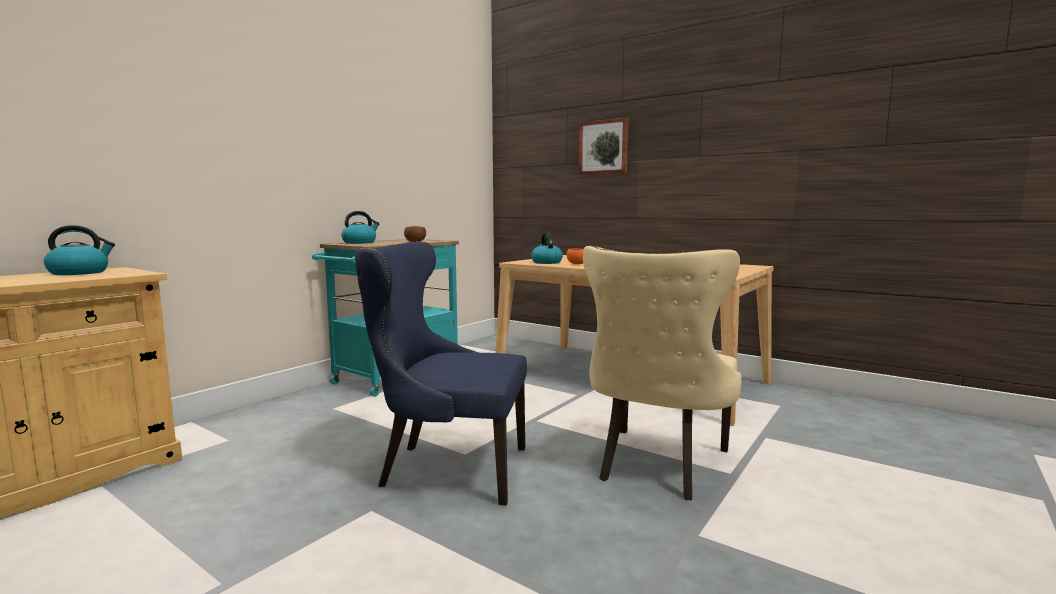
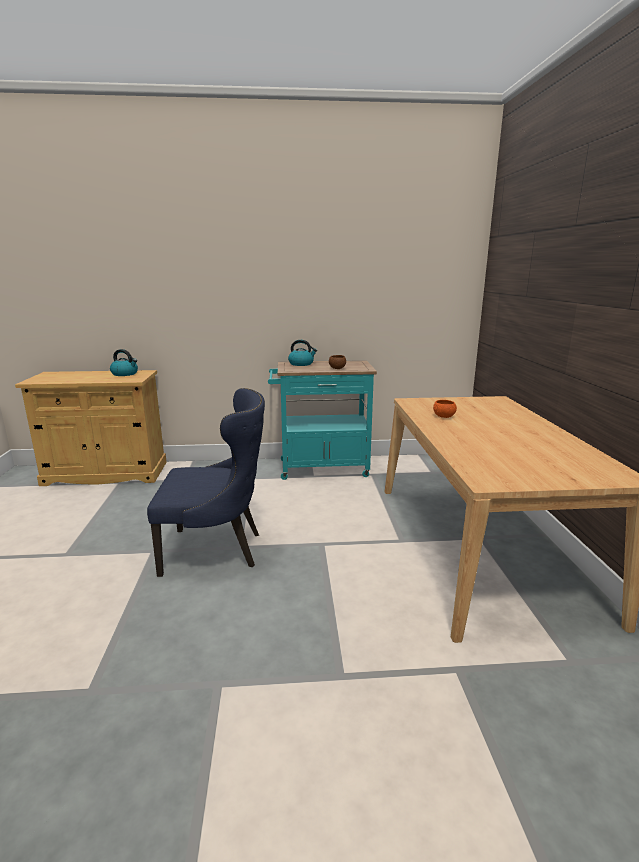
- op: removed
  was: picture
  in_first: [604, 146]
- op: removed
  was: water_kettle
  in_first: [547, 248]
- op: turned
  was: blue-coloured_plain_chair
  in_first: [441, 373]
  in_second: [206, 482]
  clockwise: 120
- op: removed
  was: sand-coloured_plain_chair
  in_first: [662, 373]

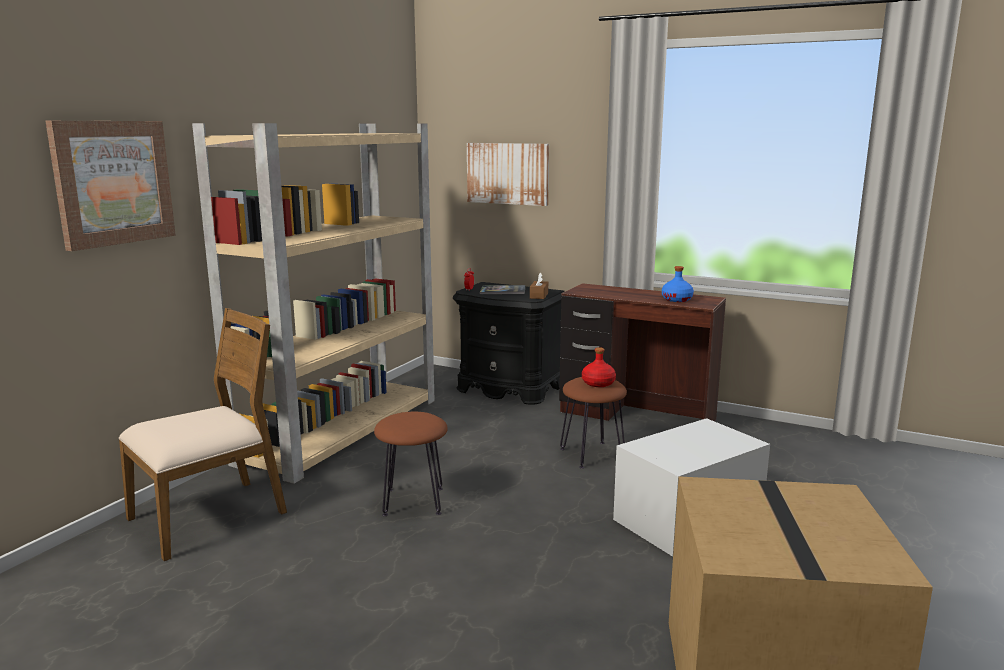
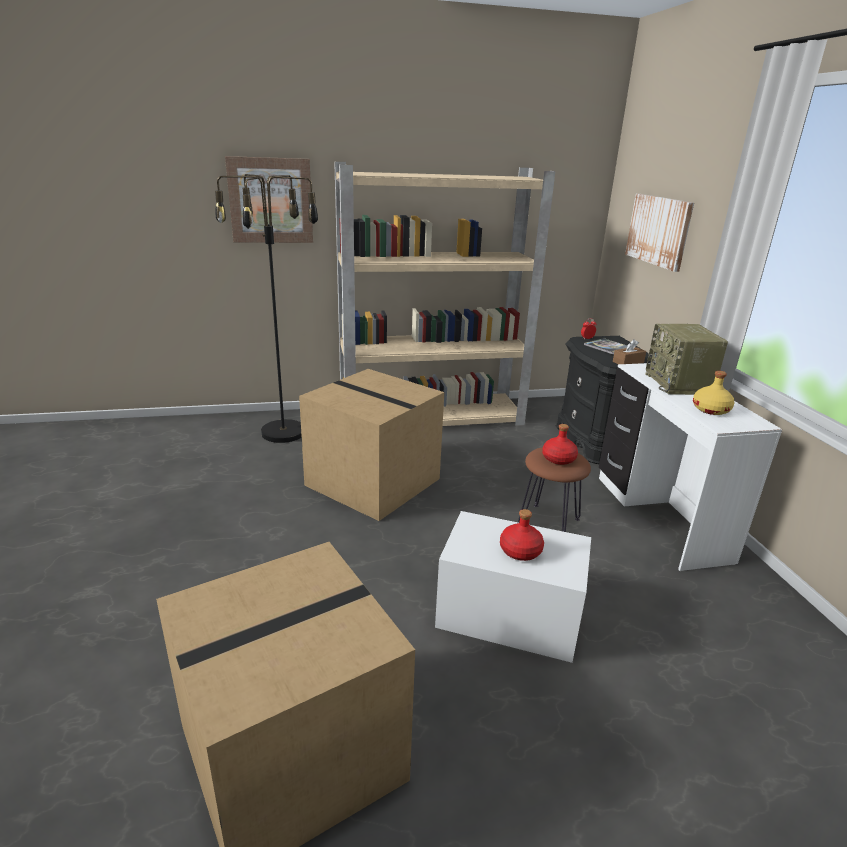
- op: recoloured
  was: blue-coloured_beverage_bottle
  now: yellowish_beverage_bottle
  in_first: [678, 284]
  in_second: [713, 393]
- op: recoloured
  was: brown-coloured_desk
  now: white_desk
  in_first: [642, 352]
  in_second: [690, 467]
- op: replaced
  was: brown-coloured_plain_chair
  now: standard_lamp
  in_first: [202, 434]
  in_second: [266, 308]
- op: replaced
  was: brown-coloured_stool_seat
  now: packing_box
  in_first: [411, 464]
  in_second: [371, 445]
- op: added
  now: radio_set
  in_second: [686, 359]
- op: added
  now: red-coloured_beverage_bottle
  in_second: [522, 535]

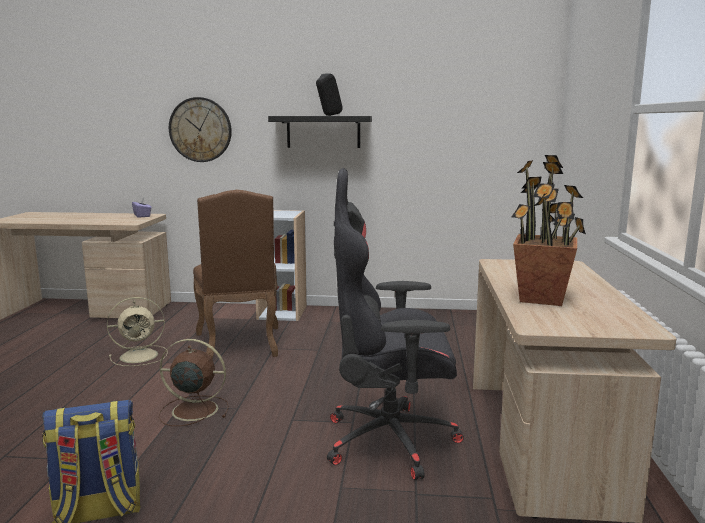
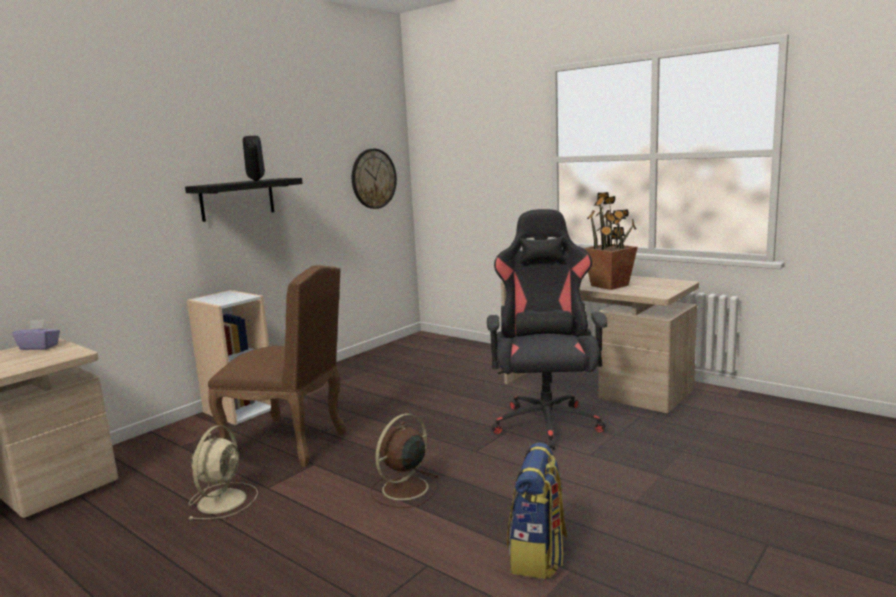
- op: moved
  was: hanging_clock
  in_first: [200, 129]
  in_second: [374, 179]
- op: turned
  was: blackish_desk_chair
  in_first: [395, 324]
  in_second: [547, 329]
  clockwise: 150

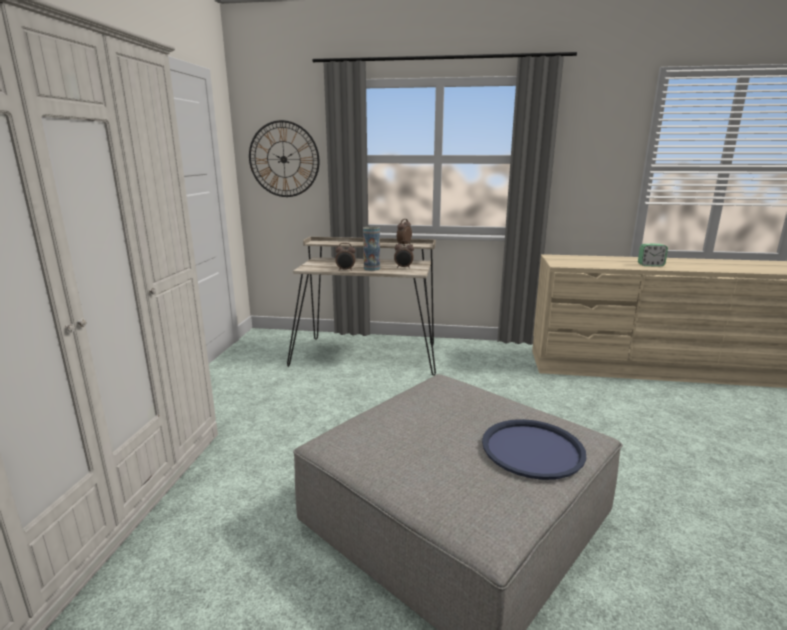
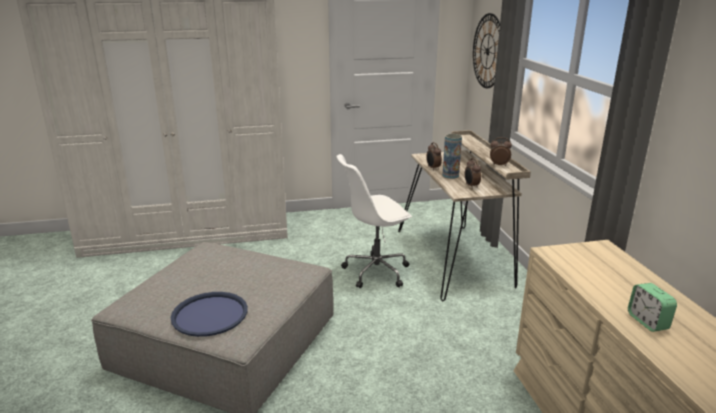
- op: added
  now: white_desk_chair
  in_second: [374, 221]

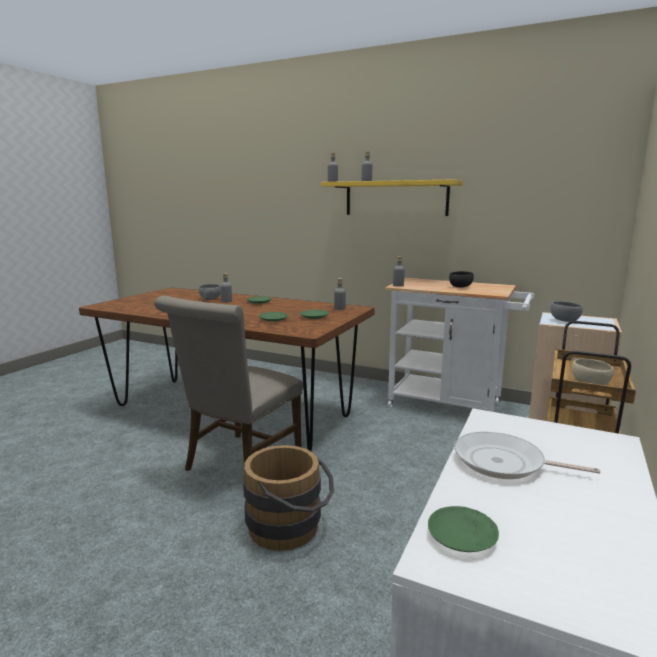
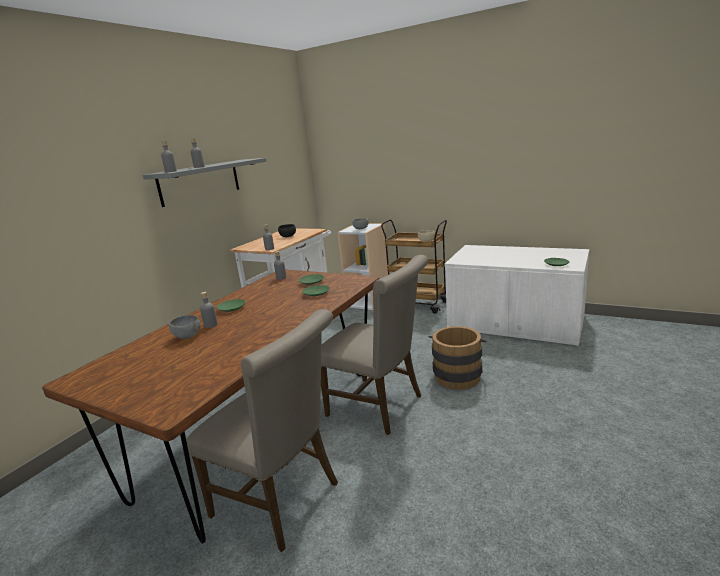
- op: recoloured
  was: yellowish_shelf
  now: gray_shelf
  in_first: [392, 197]
  in_second: [205, 182]
- op: removed
  was: pan
  in_first: [527, 455]
- op: added
  now: sand-coloured_plain_chair
  in_second: [262, 430]

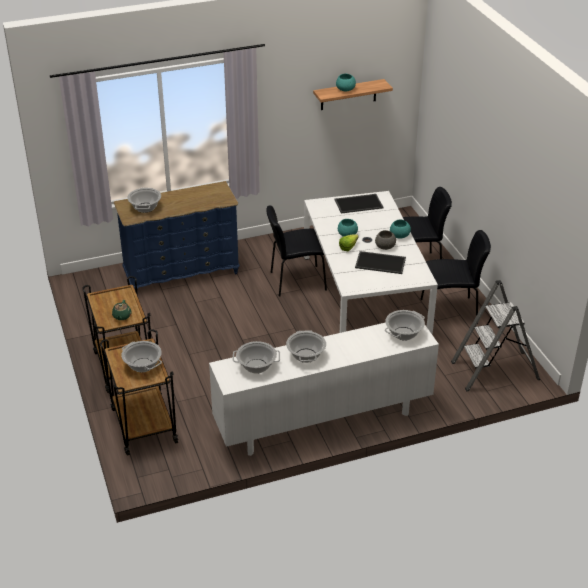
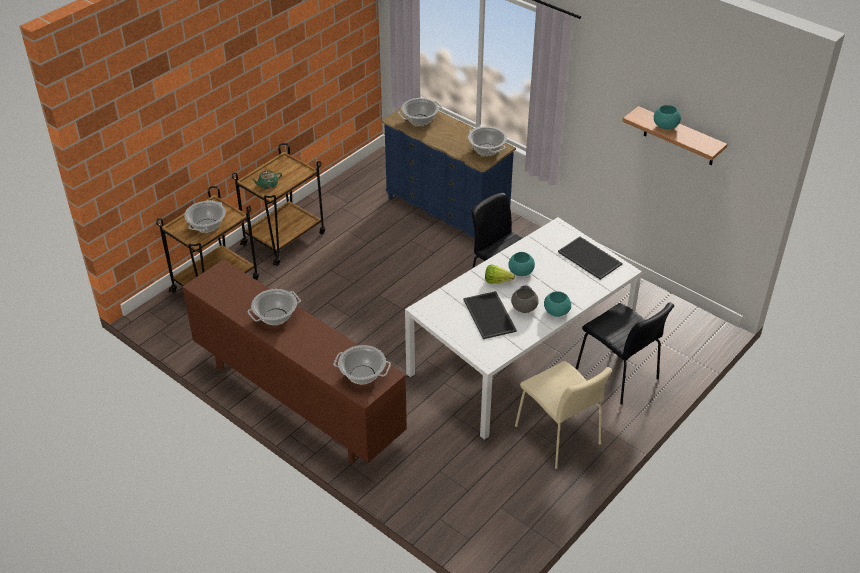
- op: recoloured
  was: blackish_plain_chair
  now: sand-coloured_plain_chair
  in_first: [455, 277]
  in_second: [563, 415]
- op: removed
  was: gray_stepladder
  in_first: [496, 335]
- op: recoloured
  was: white_cupboard
  now: brown-coloured_cupboard
  in_first: [324, 389]
  in_second: [294, 361]
- op: moved
  was: cooking_pot
  in_first: [256, 357]
  in_second: [487, 141]

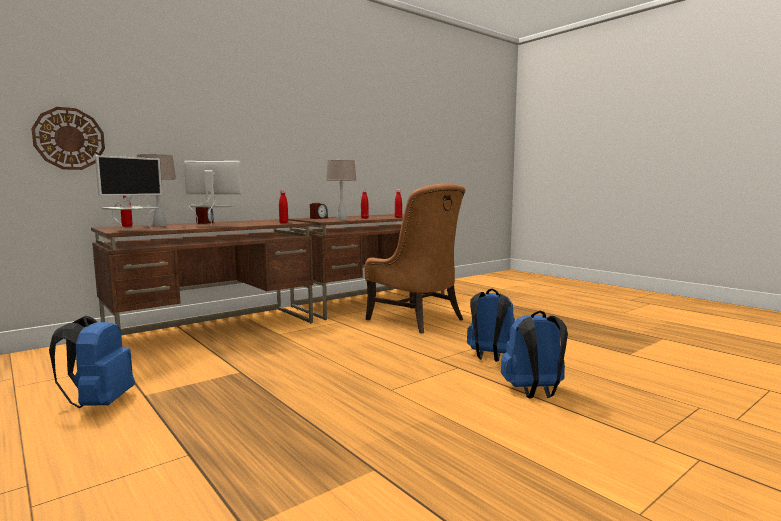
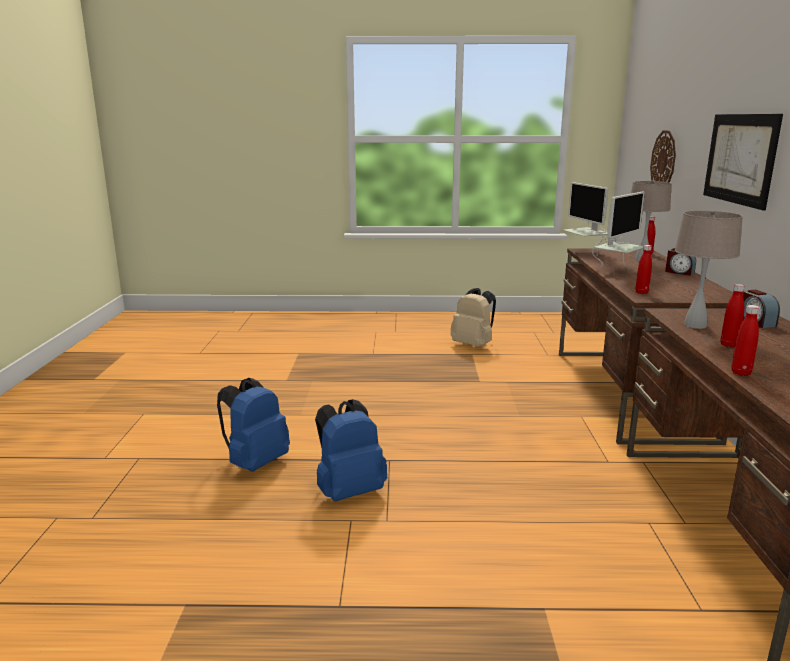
- op: removed
  was: brown-coloured_plain_chair
  in_first: [415, 259]
- op: recoloured
  was: blue-coloured_backpack
  now: sand-coloured_backpack
  in_first: [92, 362]
  in_second: [473, 317]
- op: added
  now: picture
  in_second: [743, 162]

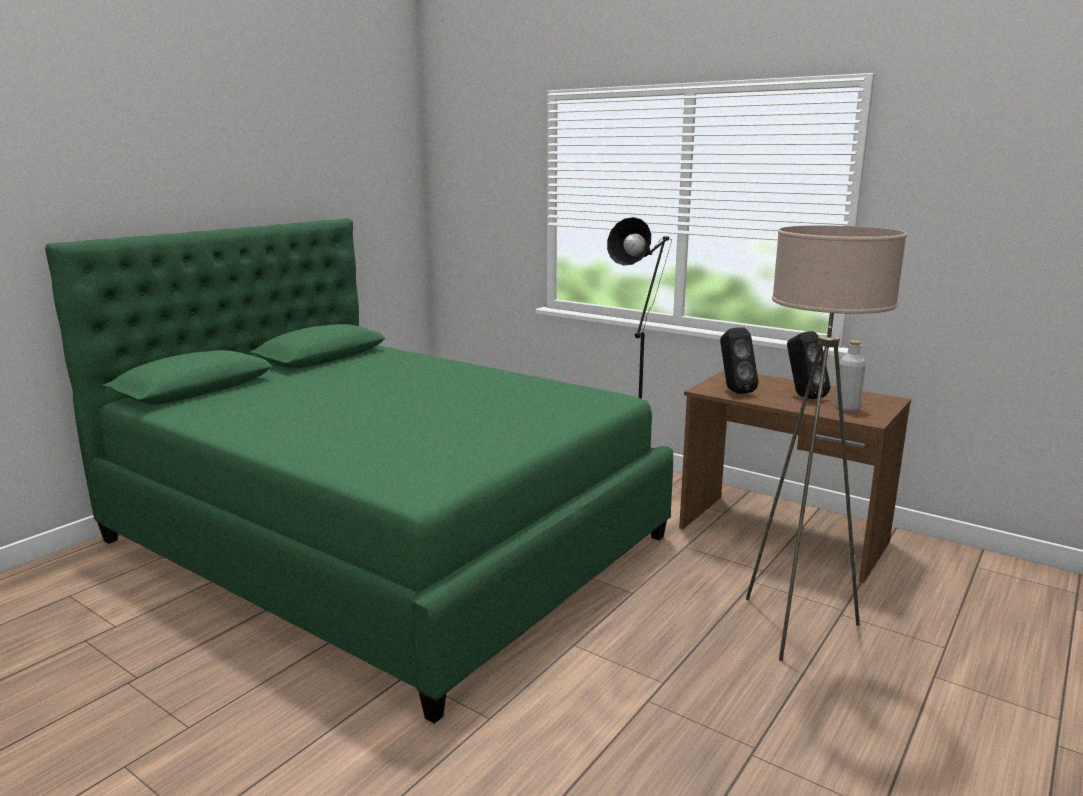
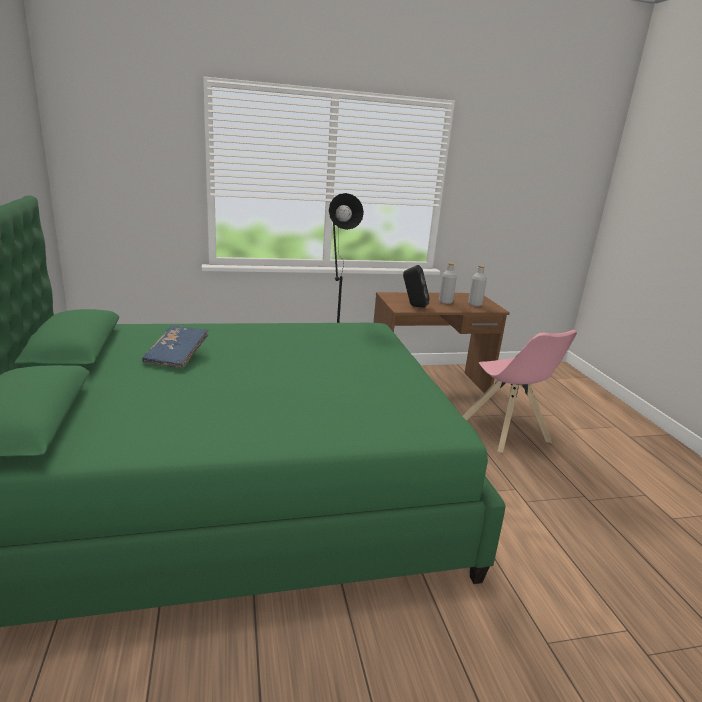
- op: replaced
  was: sand-coloured_standard_lamp
  now: pink_plain_chair
  in_first: [826, 443]
  in_second: [520, 391]
- op: replaced
  was: blackish_audio_speaker
  now: gray_beverage_bottle
  in_first: [808, 365]
  in_second: [448, 283]
- op: added
  now: blue-coloured_book
  in_second: [175, 347]

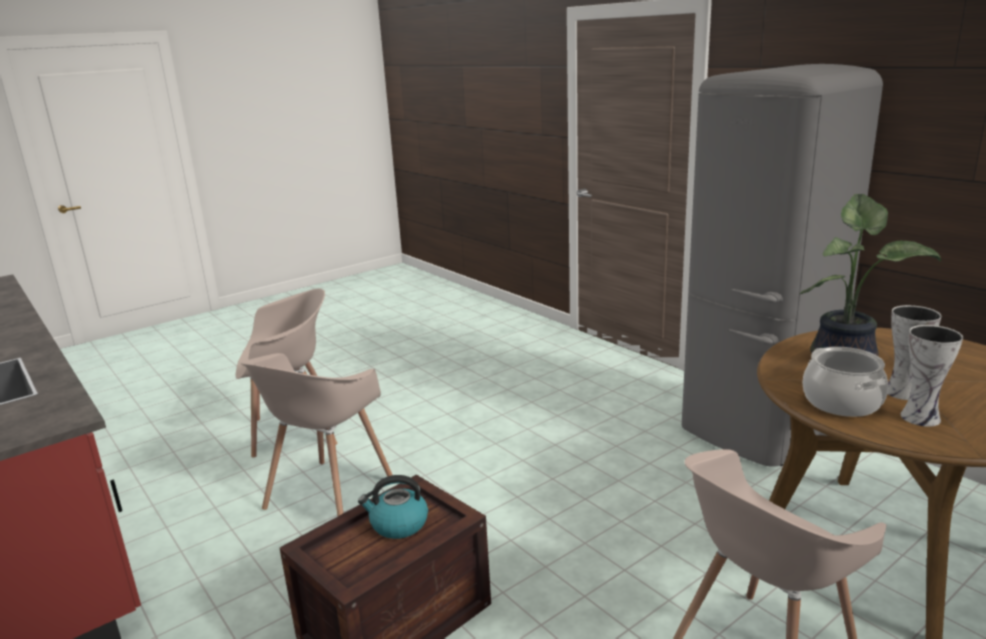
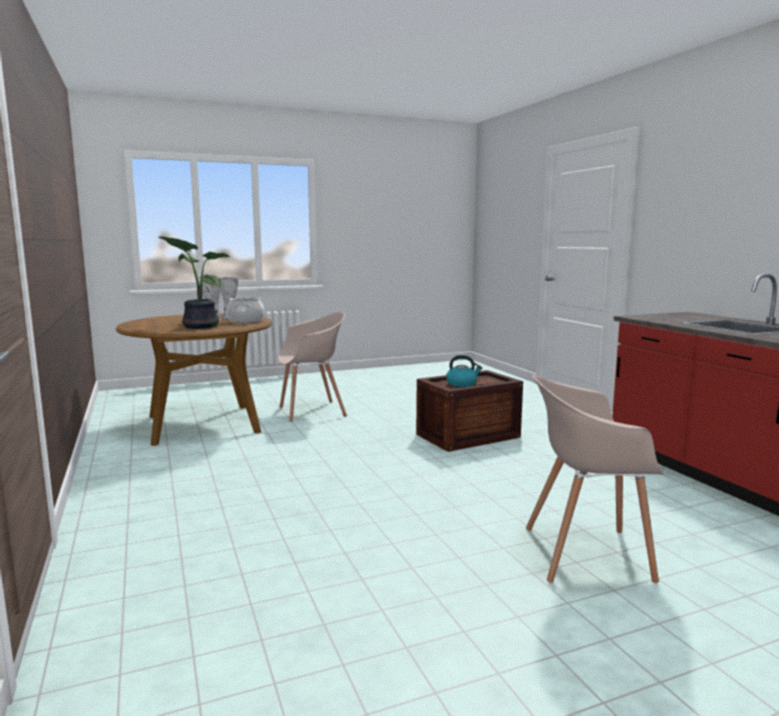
- op: removed
  was: gray_fridge
  in_first: [782, 265]
- op: removed
  was: sand-coloured_plain_chair
  in_first: [316, 434]

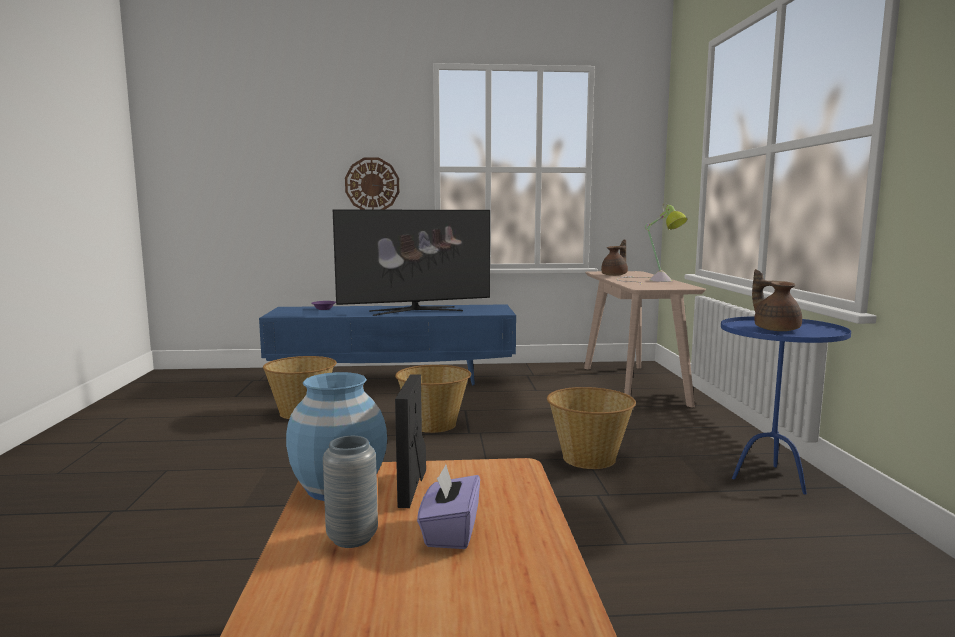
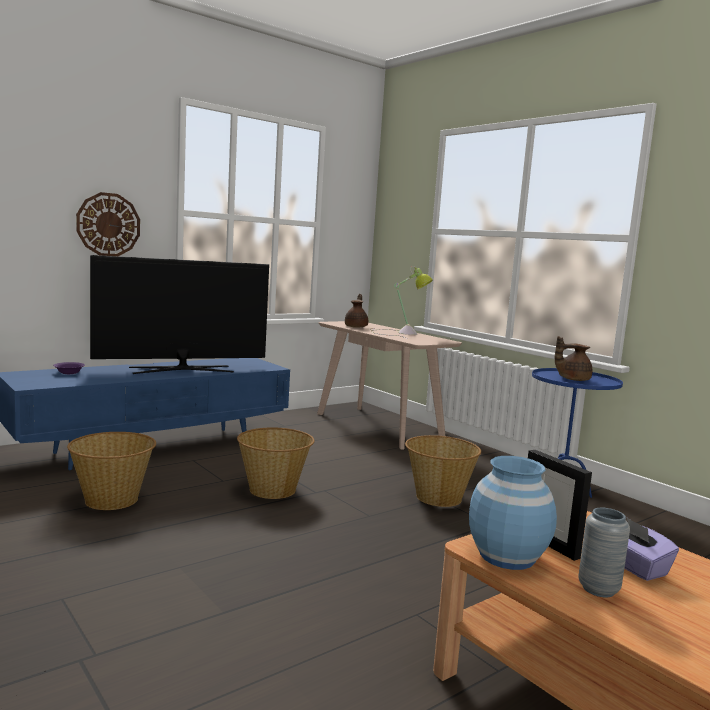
- op: turned
  was: television
  in_first: [411, 262]
  in_second: [179, 314]
  clockwise: -150
- op: turned
  was: brown-coloured_teapot
  in_first: [777, 300]
  in_second: [574, 358]
  clockwise: -45

